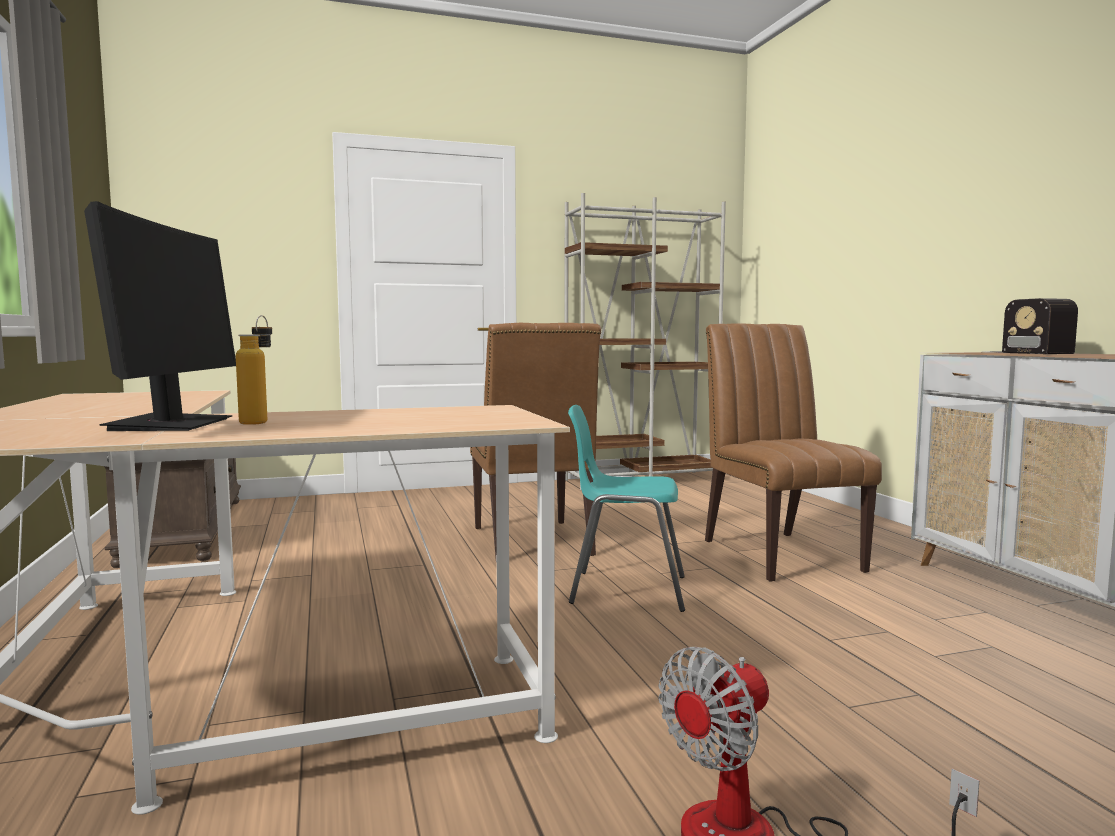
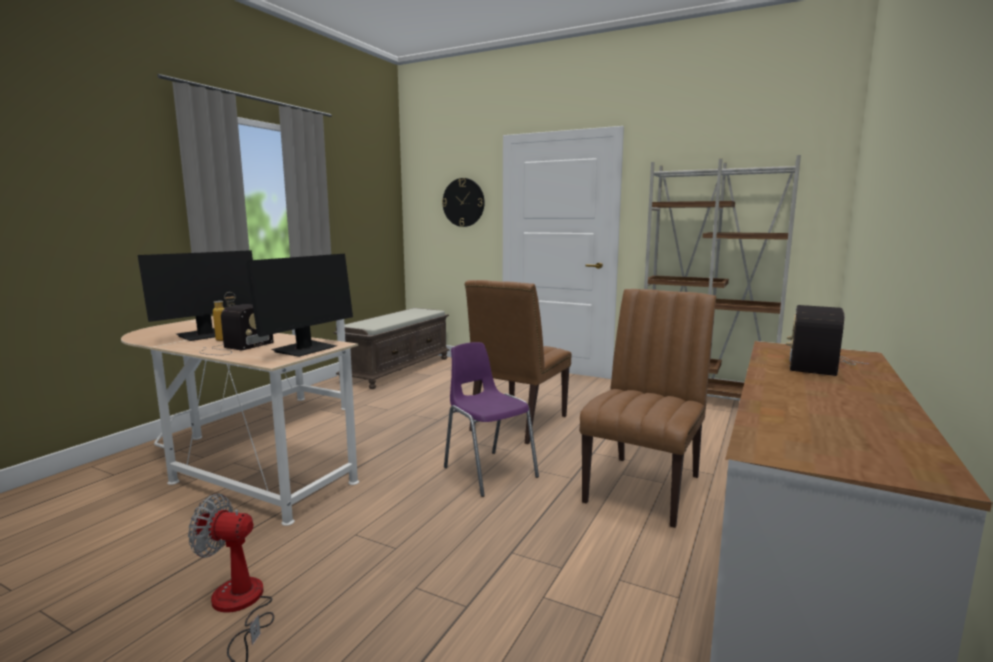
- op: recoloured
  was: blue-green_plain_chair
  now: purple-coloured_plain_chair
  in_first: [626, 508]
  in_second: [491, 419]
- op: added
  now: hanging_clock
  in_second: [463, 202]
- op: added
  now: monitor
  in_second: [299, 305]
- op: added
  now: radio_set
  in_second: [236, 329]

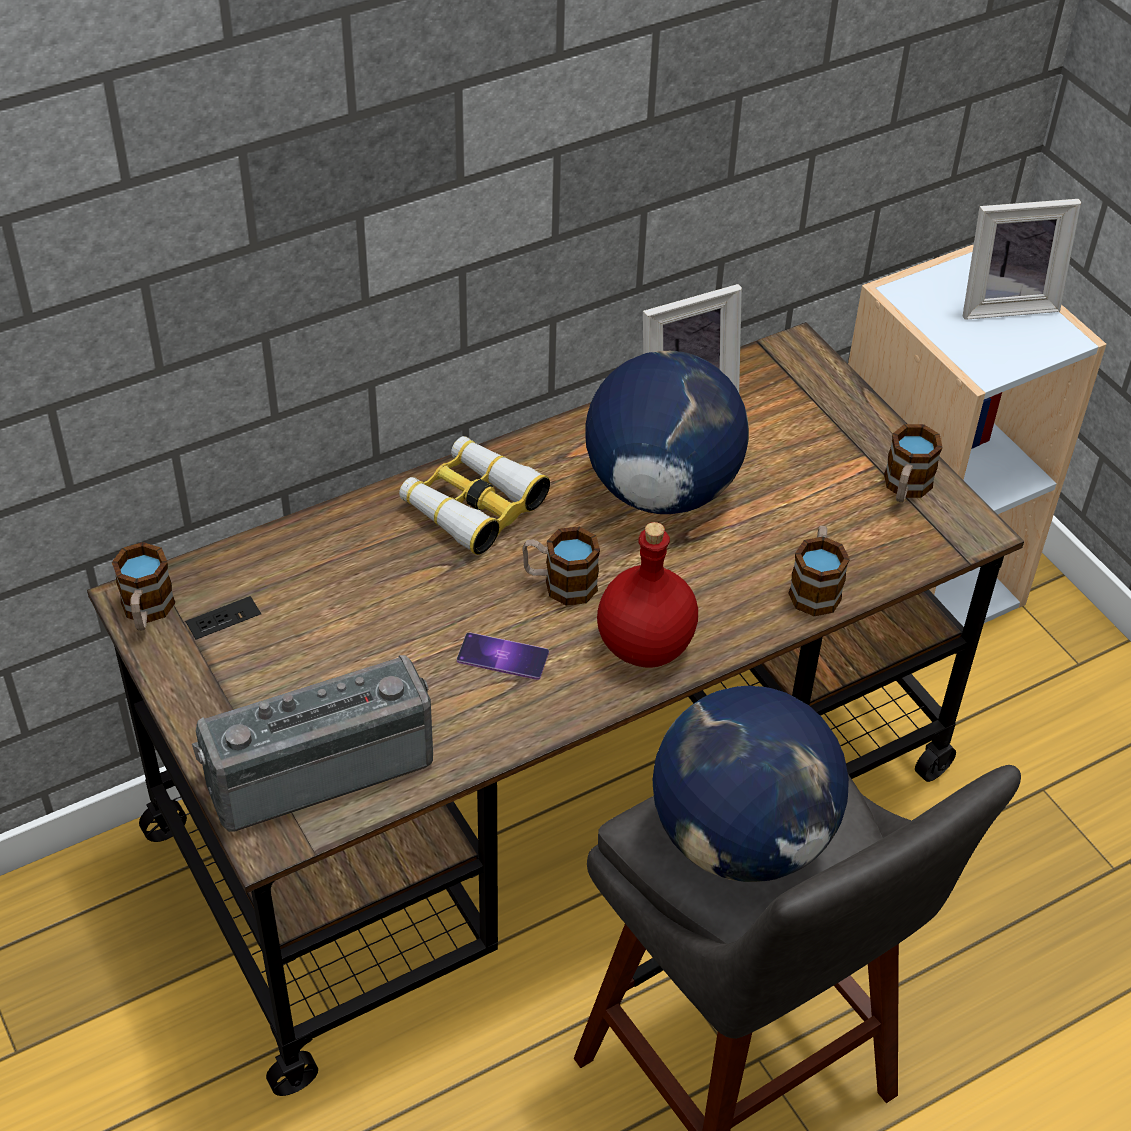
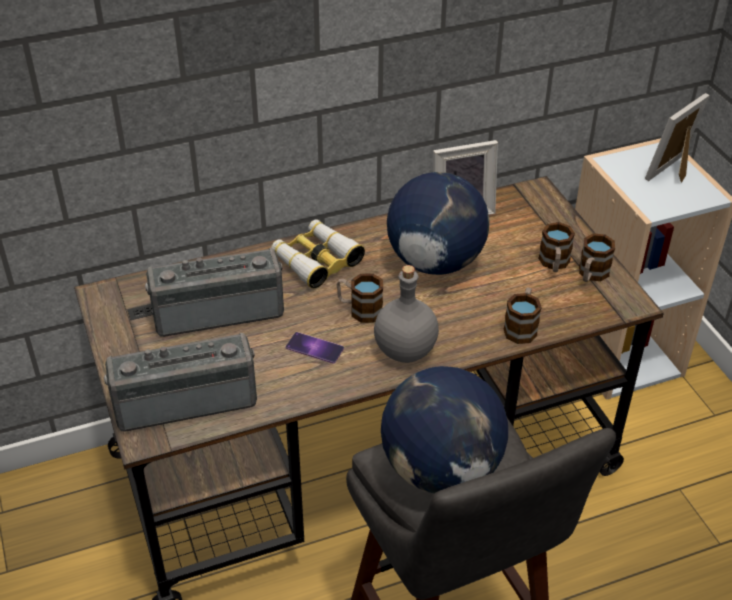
- op: turned
  was: standing_frame
  in_first: [1022, 259]
  in_second: [677, 138]
  clockwise: 135
- op: recoloured
  was: red-coloured_beverage_bottle
  now: gray_beverage_bottle
  in_first: [647, 595]
  in_second: [406, 314]
- op: moved
  was: tea_mug
  in_first: [143, 586]
  in_second: [556, 247]
- op: added
  now: radio_set
  in_second: [214, 292]

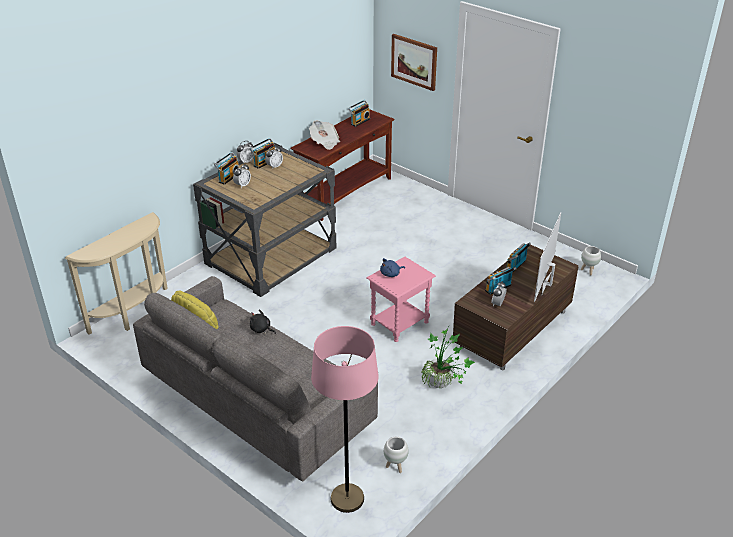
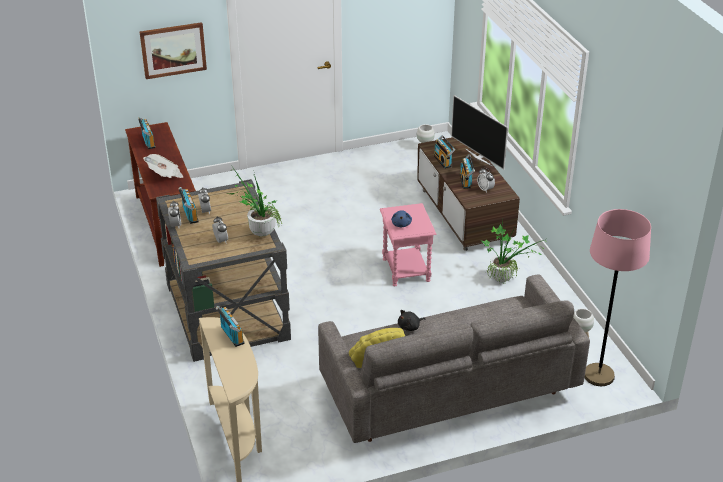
- op: moved
  was: radio_set
  in_first: [226, 168]
  in_second: [230, 326]
- op: added
  now: potted_plant
  in_second: [253, 201]

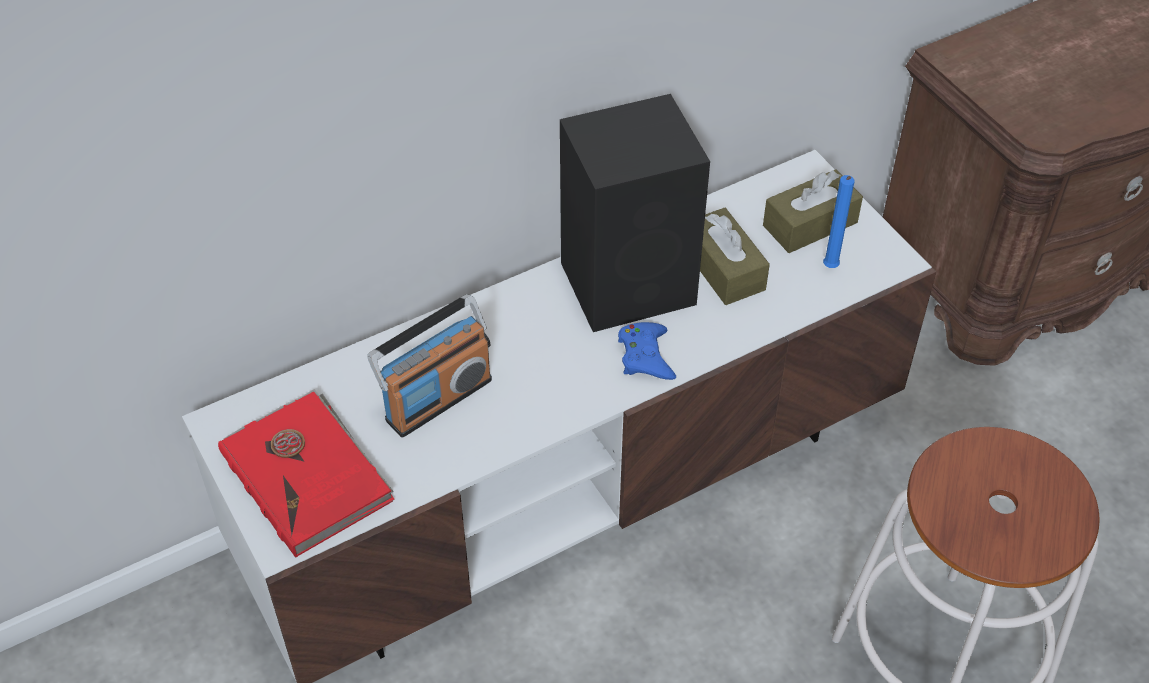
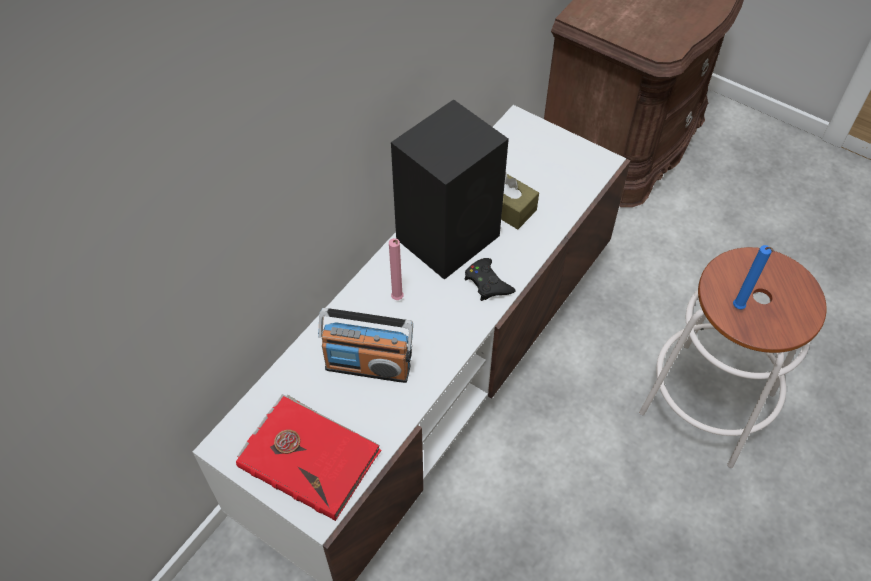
- op: removed
  was: brown-coloured_box_of_tissues
  in_first: [813, 211]
- op: moved
  was: blue-coloured_wax_candle
  in_first: [838, 221]
  in_second: [754, 277]
- op: turned
  was: radio_set
  in_first: [429, 366]
  in_second: [365, 345]
  clockwise: 75
- op: recoloured
  was: blue-coloured_joypad
  now: blackish_joypad
  in_first: [647, 351]
  in_second: [490, 279]
- op: added
  now: pink_wax_candle
  in_second: [396, 269]

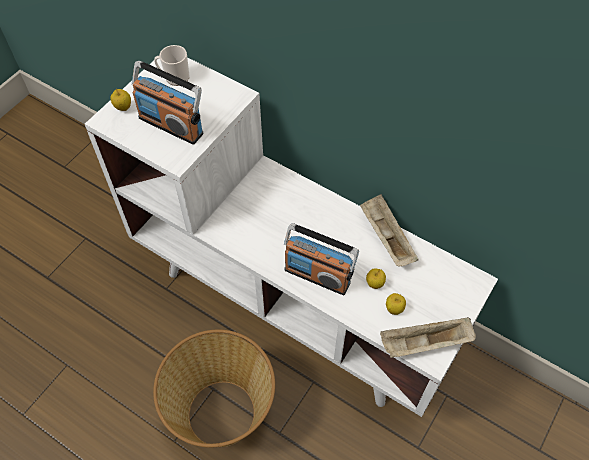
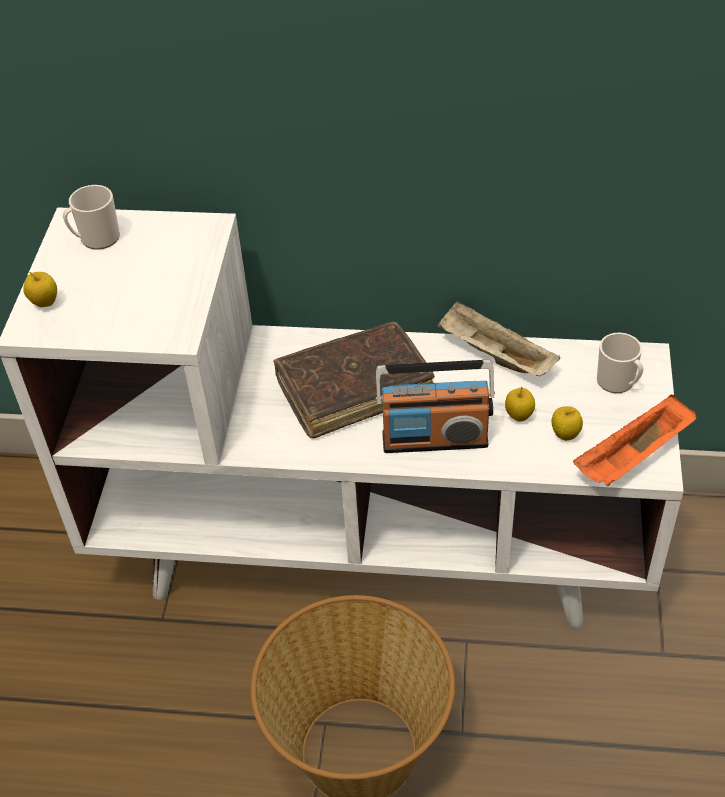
- op: removed
  was: radio_set
  in_first: [168, 103]
- op: recoloured
  was: sand-coloured_carrying_tray
  now: orange-coloured_carrying_tray
  in_first: [428, 337]
  in_second: [635, 441]
- op: added
  now: brown-coloured_book
  in_second: [354, 380]
- op: added
  now: tea_mug
  in_second: [620, 363]

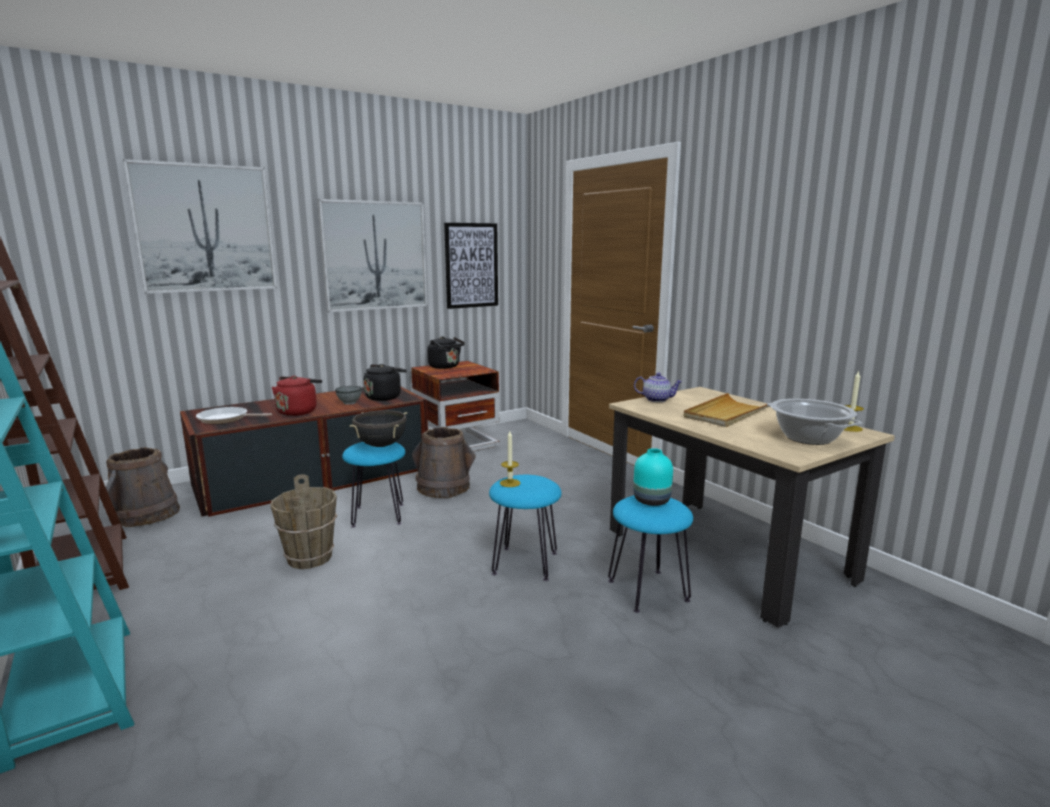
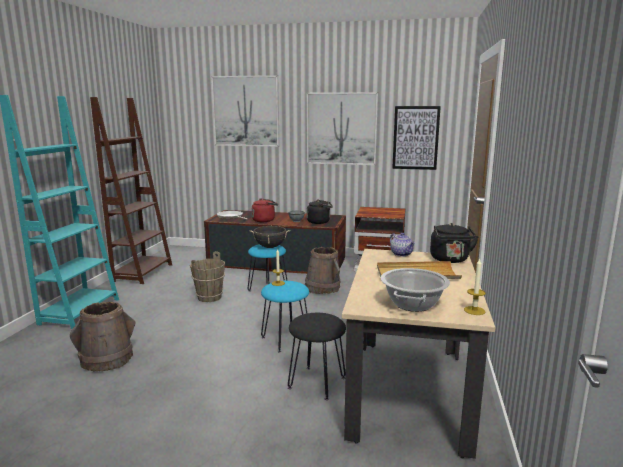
- op: moved
  was: blackish_water_kettle
  in_first: [446, 352]
  in_second: [454, 243]
- op: moved
  was: brown-coloured_pail
  in_first: [143, 487]
  in_second: [102, 337]
- op: removed
  was: blue-green_decorative_vase
  in_first: [653, 477]
- op: recoloured
  was: blue-green_stool_seat
  now: blackish_stool_seat
  in_first: [650, 554]
  in_second: [317, 356]

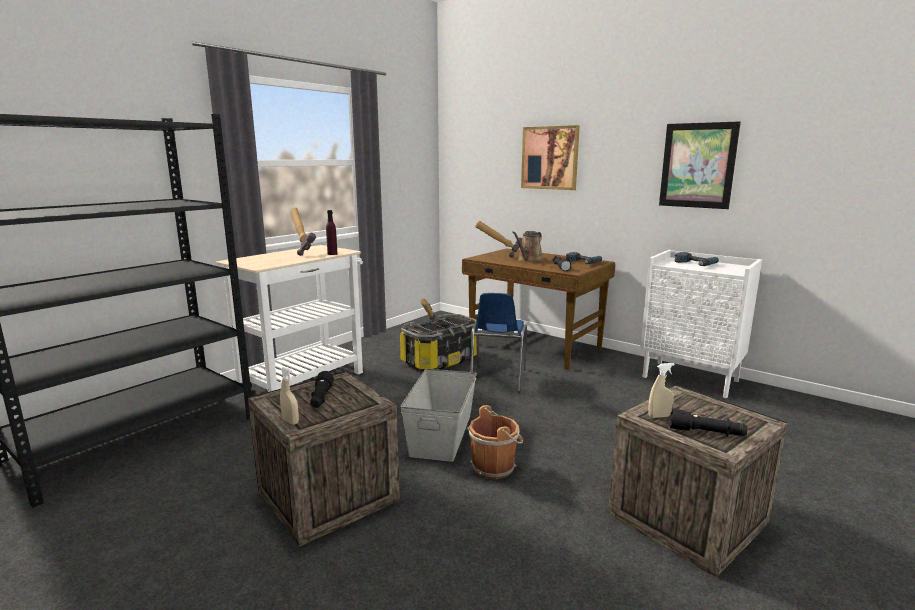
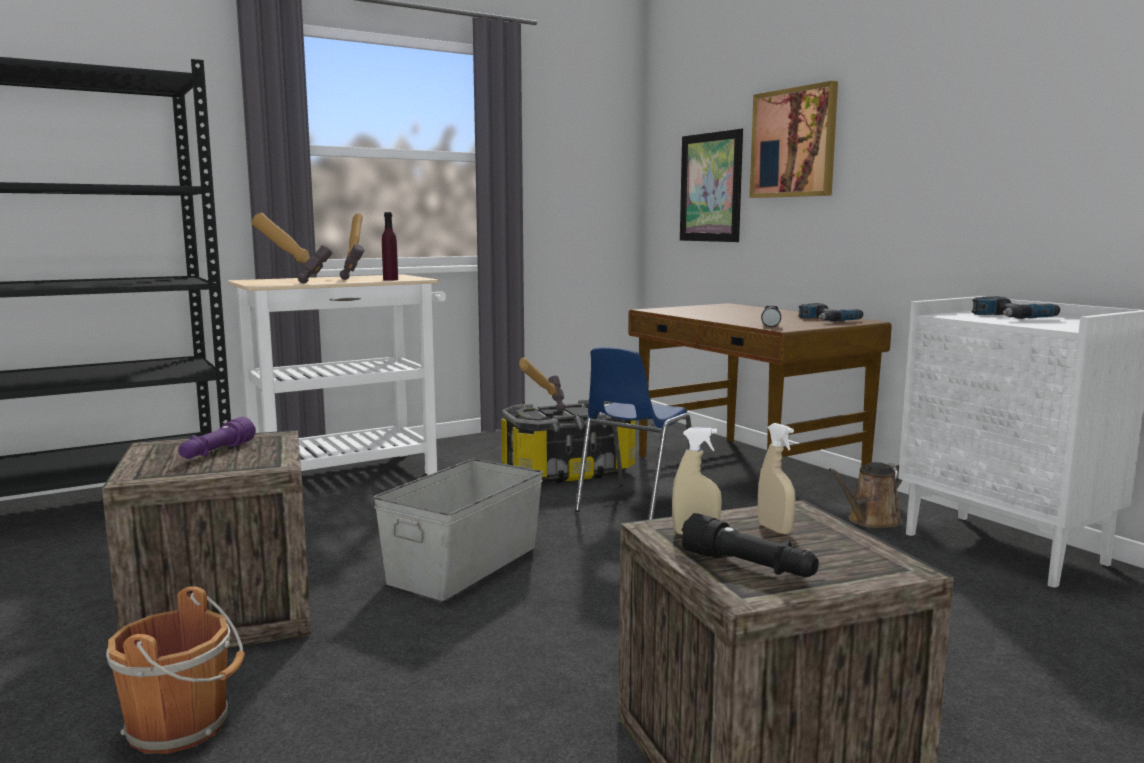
- op: moved
  was: picture
  in_first: [700, 165]
  in_second: [711, 185]
- op: moved
  was: hammer
  in_first: [498, 239]
  in_second: [292, 248]
- op: moved
  was: brown-coloured_watering_pot
  in_first: [527, 246]
  in_second: [865, 495]
- op: moved
  was: sand-coloured_sprayer
  in_first: [289, 396]
  in_second: [777, 478]
- op: recoloured
  was: blackish_torch
  now: purple-coloured_torch
  in_first: [322, 389]
  in_second: [217, 438]
- op: moved
  was: brown-coloured_pail
  in_first: [495, 442]
  in_second: [175, 670]

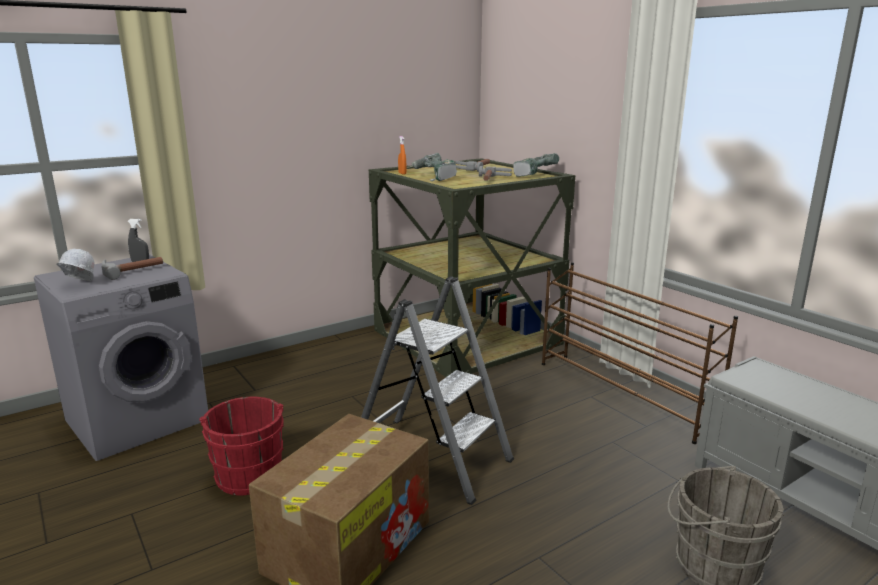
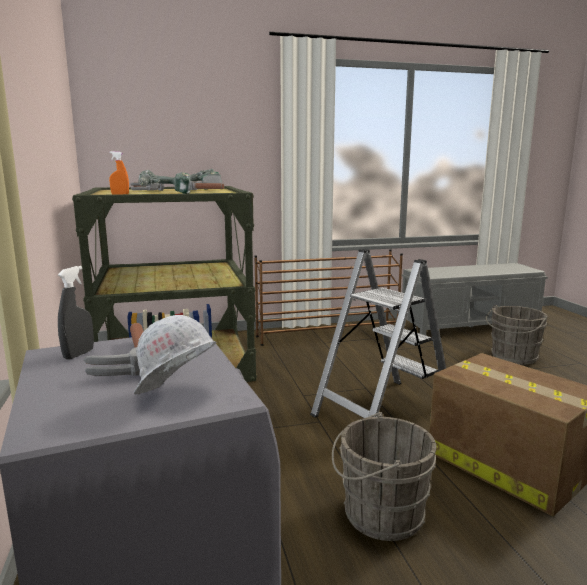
- op: recoloured
  was: red-coloured_pail
  now: gray_pail
  in_first: [241, 446]
  in_second: [384, 476]

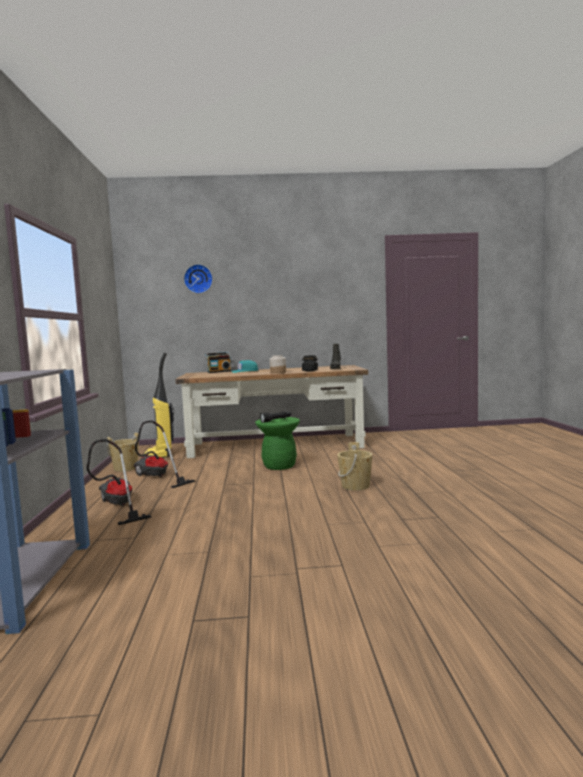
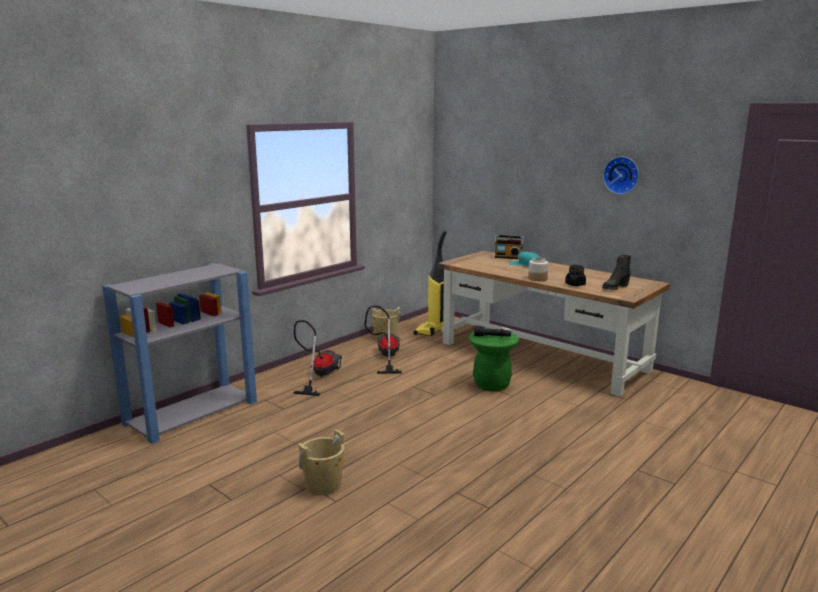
- op: moved
  was: hanging_clock
  in_first: [198, 278]
  in_second: [621, 175]
- op: moved
  was: sand-coloured_pail
  in_first: [355, 466]
  in_second: [321, 462]

